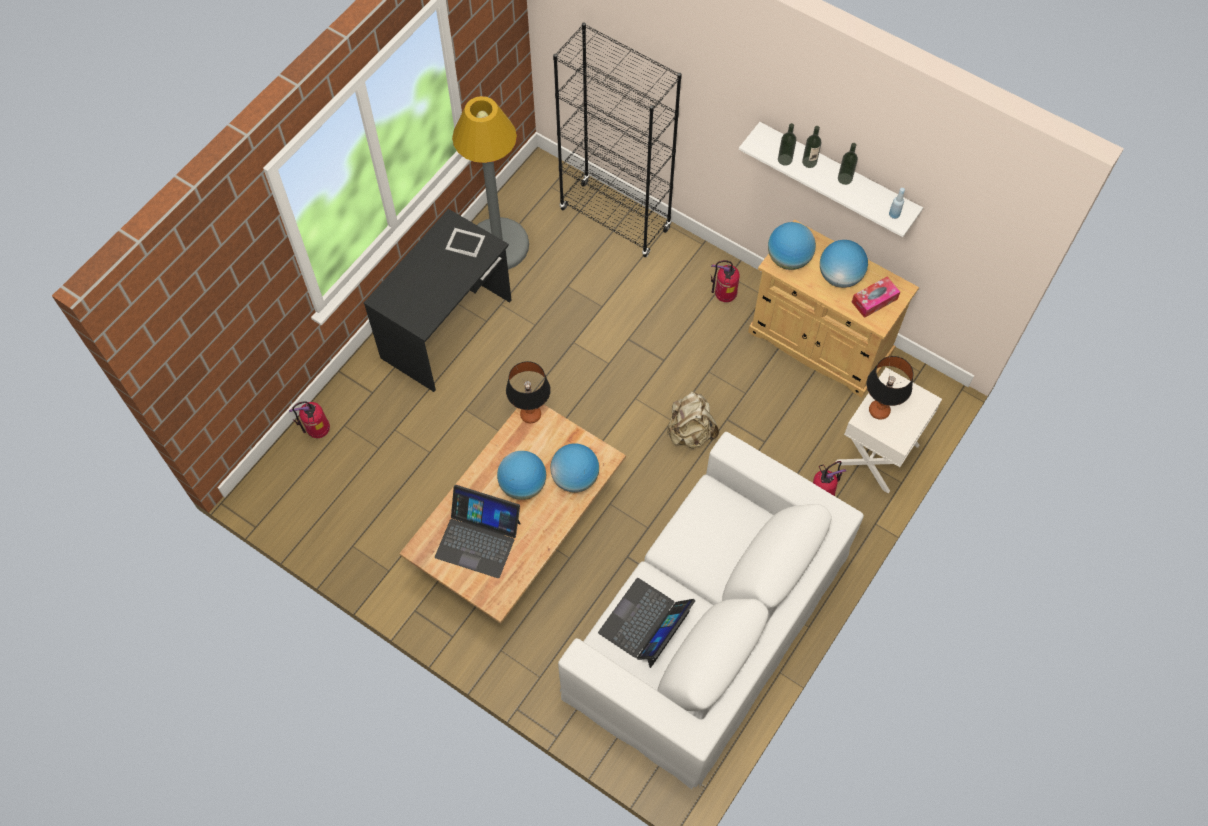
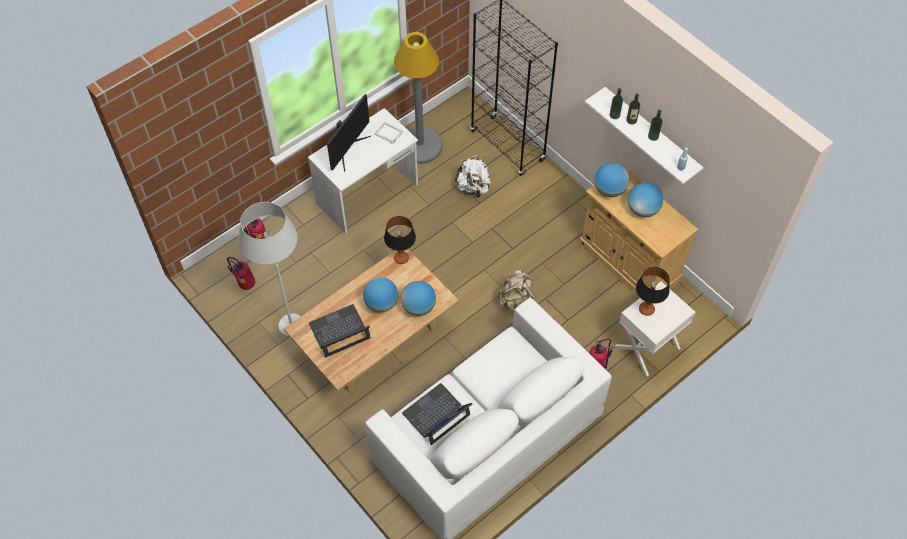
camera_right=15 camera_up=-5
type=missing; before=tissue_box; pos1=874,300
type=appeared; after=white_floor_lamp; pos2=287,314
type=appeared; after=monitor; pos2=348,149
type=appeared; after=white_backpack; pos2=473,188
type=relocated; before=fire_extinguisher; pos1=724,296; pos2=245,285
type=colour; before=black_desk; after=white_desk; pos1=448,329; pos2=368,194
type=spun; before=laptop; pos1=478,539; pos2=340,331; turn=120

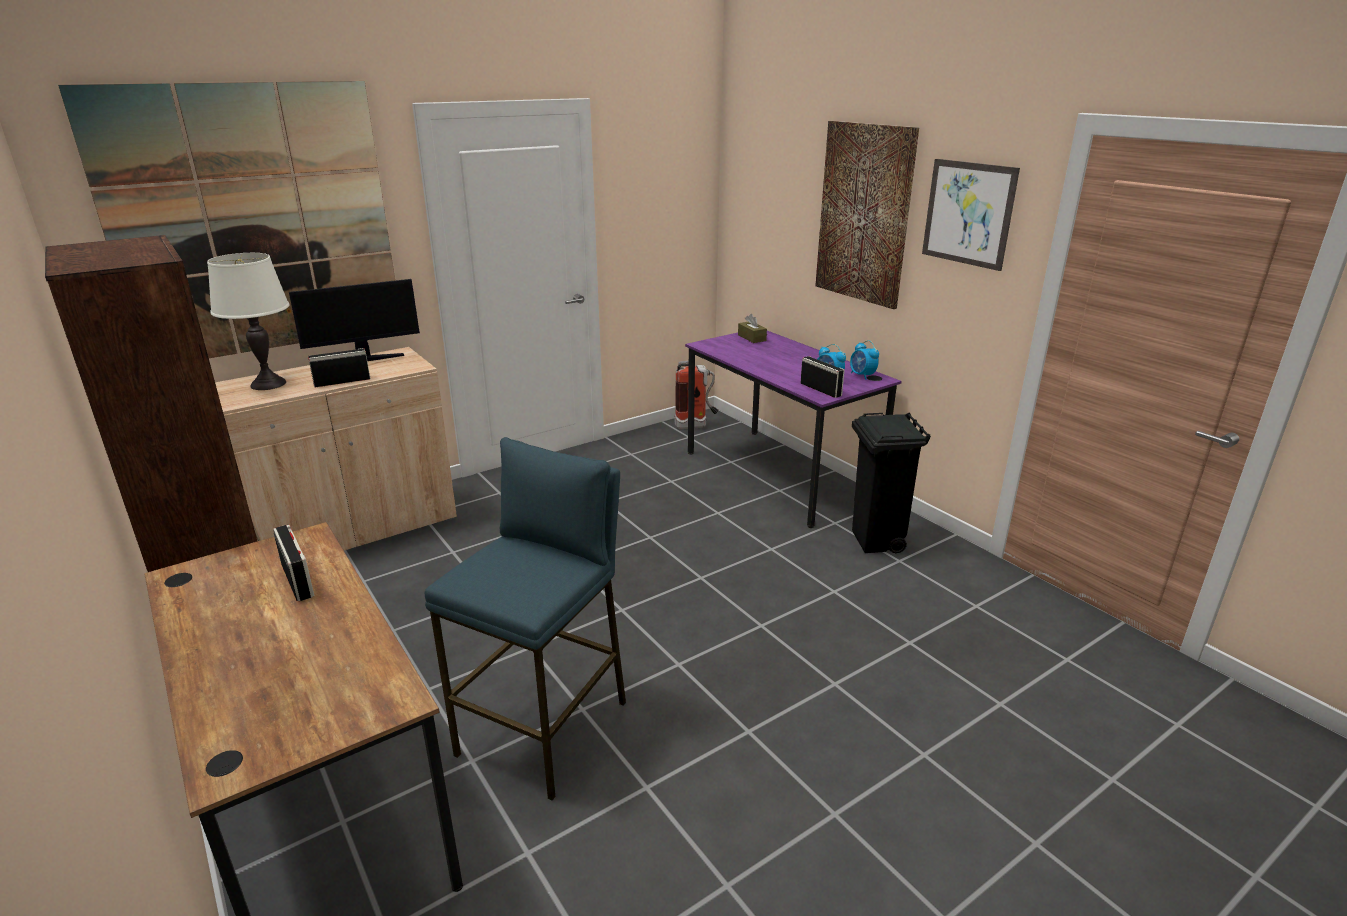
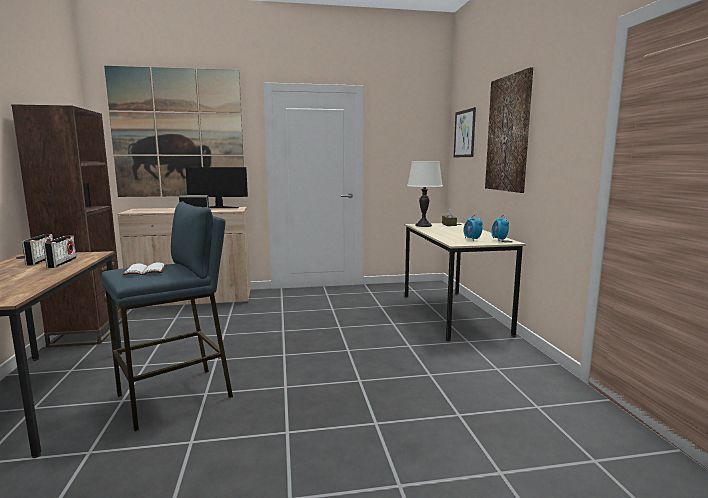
camera_right=25 camera_up=-15
type=missing; before=fire_extinguisher; pos1=696,426
type=missing; before=black_trash_can; pos1=876,542
type=appeared; after=white_book; pos2=146,271
type=relocated; before=white_table_lamp; pos1=268,384; pos2=423,225
type=relocated; before=radio; pos1=820,389; pos2=41,260
type=relocated; before=picture; pos1=968,213; pos2=464,133
type=colour; before=purple_desk; after=beige_desk; pos1=779,475; pos2=453,313

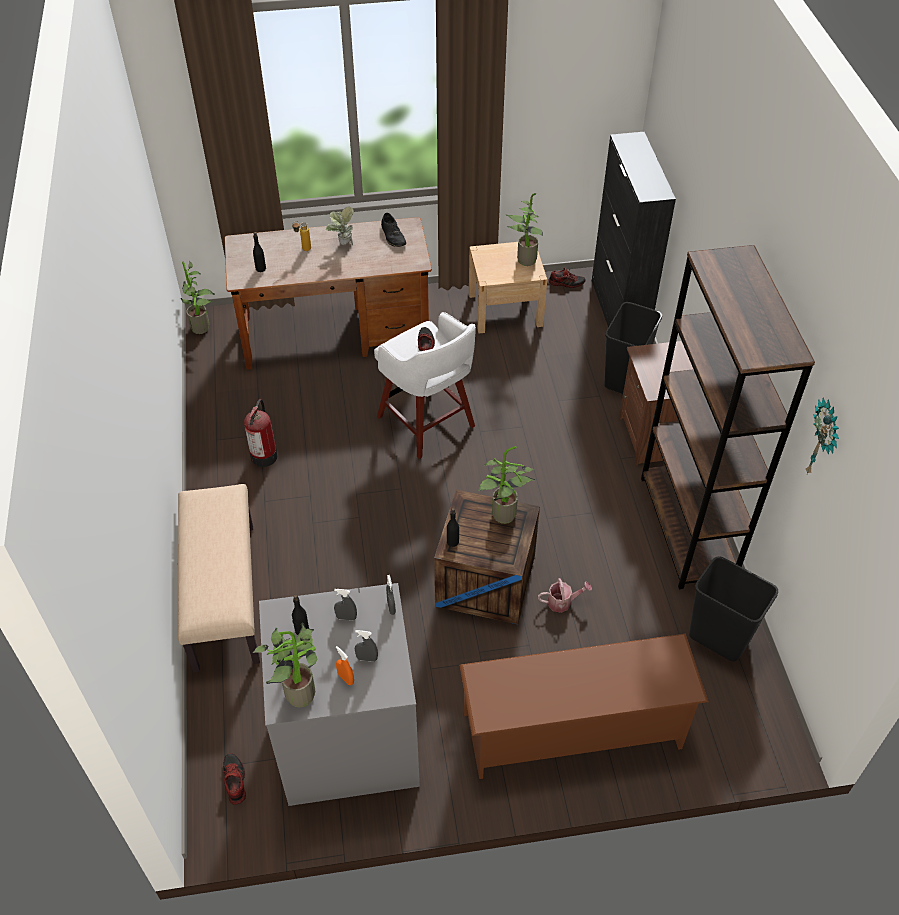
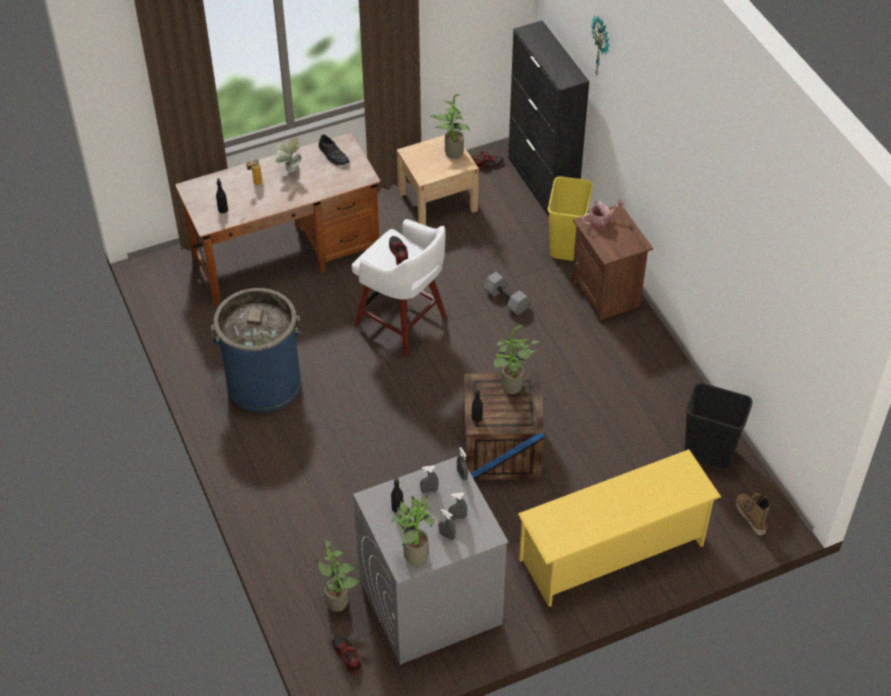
camera_right=-15 camera_up=0
type=missing; before=beige_bench; pos1=223,595
type=missing; before=brown_bookcase; pos1=687,528
type=appeared; after=grey_dumbbell; pos2=507,300
type=appeared; after=boot; pos2=750,517
type=relocated; before=potted_plant; pos1=203,328; pos2=340,601
type=relocated; before=watering_can; pos1=562,602; pos2=601,222
type=relocated; before=wall_clock; pos1=824,441; pos2=601,47
type=exchanged; before=fire_extinguisher; after=blue_trash_can; pos1=264,455; pos2=264,382
type=colour; before=orange_spray_bottle; after=grey_spray_bottle; pos1=346,678; pos2=447,536
type=colour; before=brown_shoe_rack; after=yellow_shoe_rack; pos1=573,731; pos2=612,552
type=colour; before=black_trash_can; after=yellow_trash_can; pos1=625,379; pos2=566,246

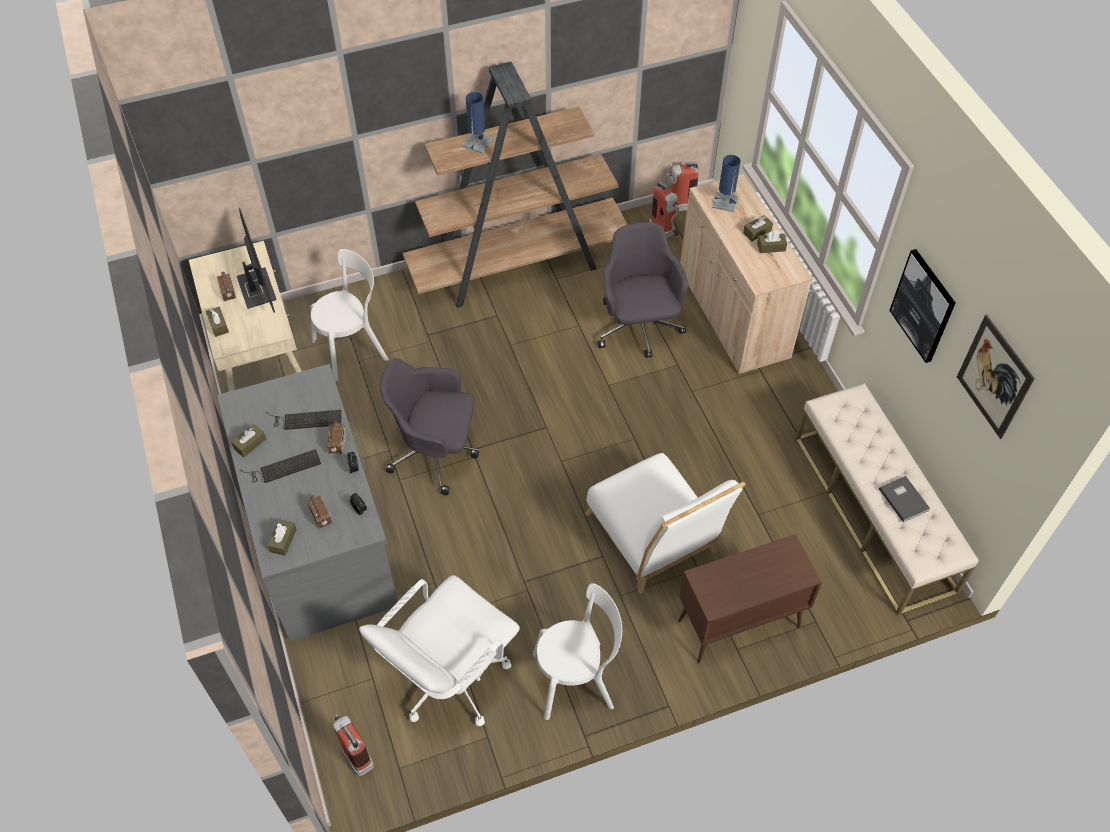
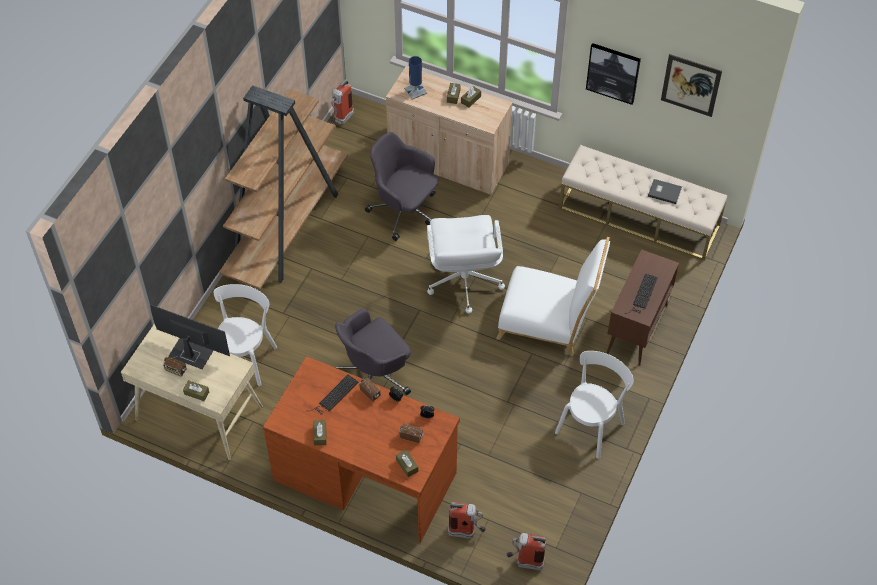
camera_right=-45 camera_up=0
type=missing; before=blue_table_lamp; pos1=477,143
type=relocated; before=keyboard; pos1=283,468; pos2=642,295
type=relocated; before=white_office_chair; pos1=450,678; pos2=463,282
type=relocated; before=fire_extinguisher; pos1=665,234; pos2=466,532
type=colour; before=grey_desk; after=brown_desk; pos1=321,535; pos2=365,475

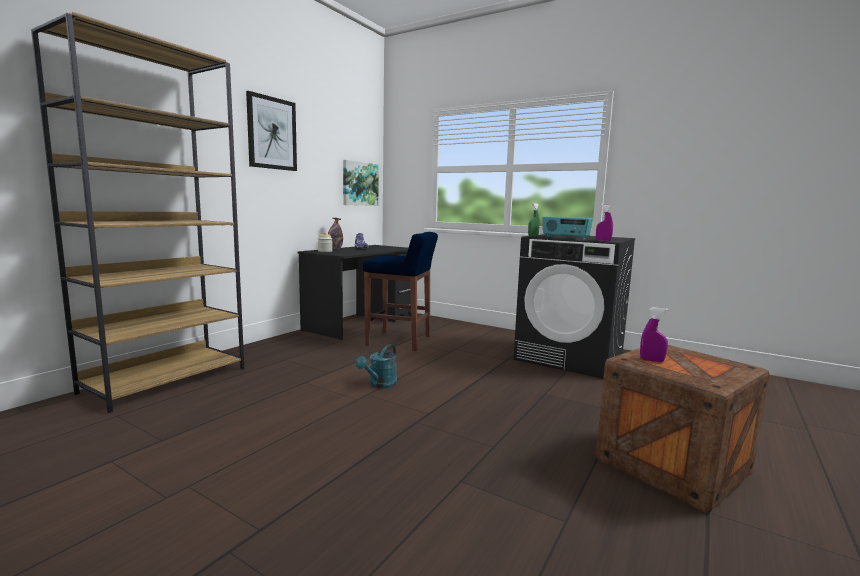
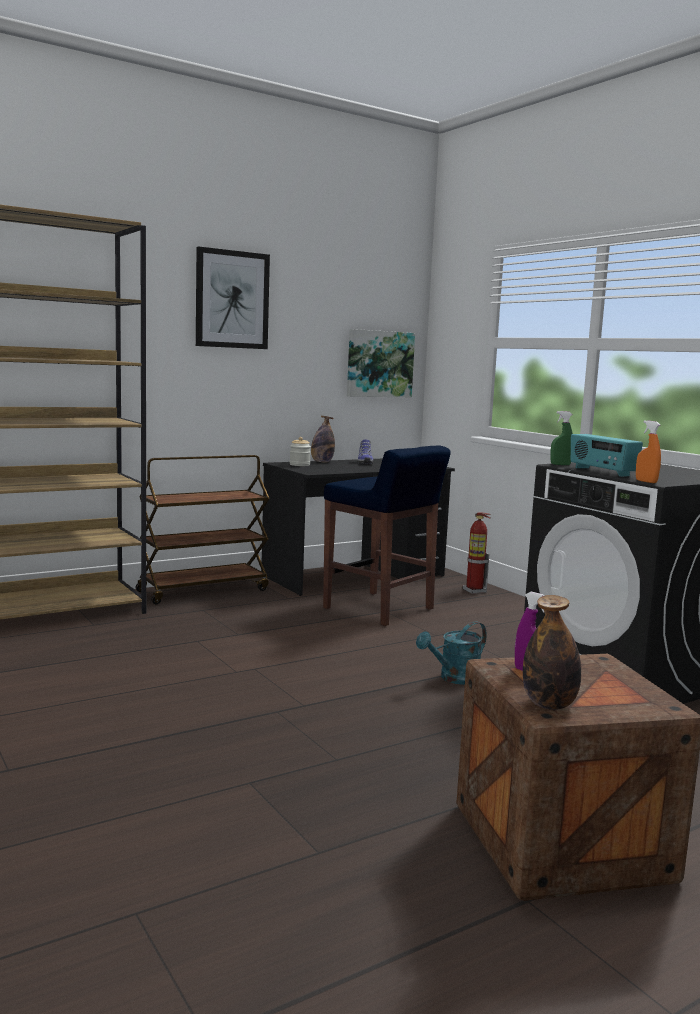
camera_right=25 camera_up=0
type=appeared; after=brown_cart; pos2=203,590
type=appeared; after=fire_extinguisher; pos2=474,591
type=appeared; after=bottle; pos2=549,704
type=relocated; before=turquoise_watering_can; pos1=380,385; pos2=454,678
type=colour; before=purple_spray_bottle; after=orange_spray_bottle; pos1=603,241; pos2=646,481

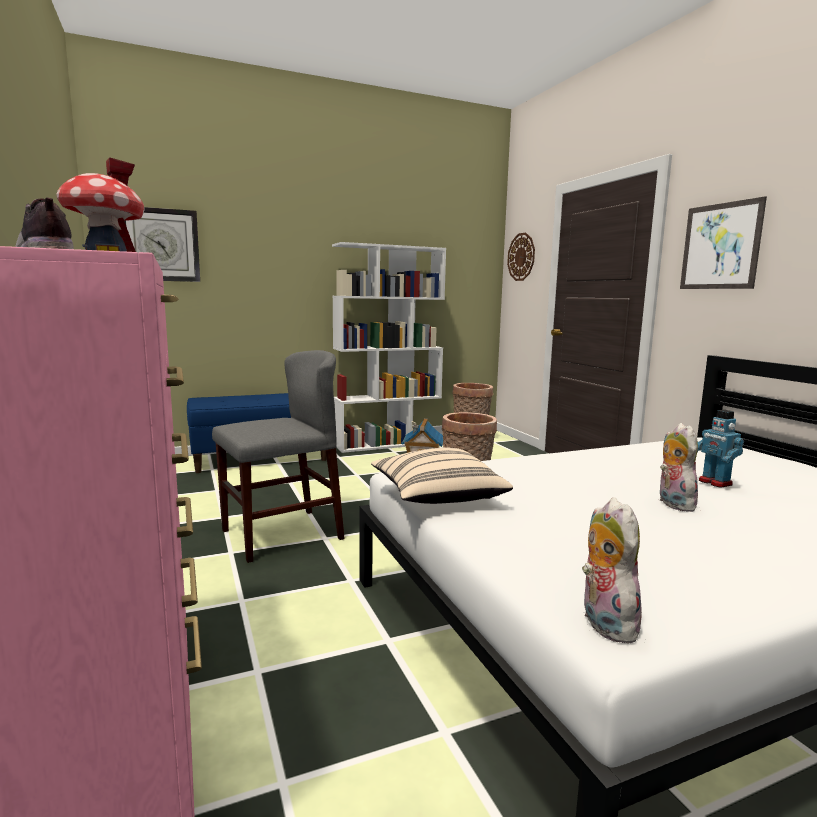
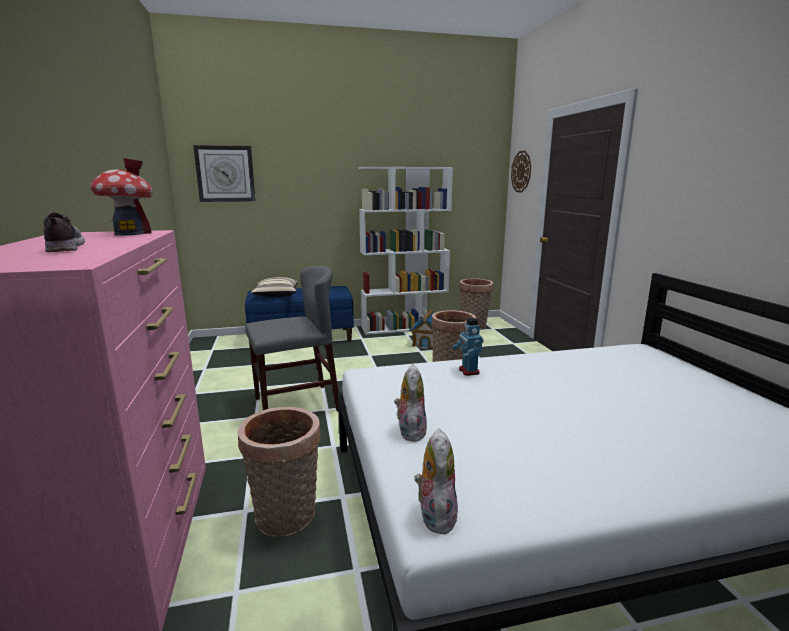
camera_right=10 camera_up=5
type=missing; before=picture; pos1=720,246
type=appeared; after=basket; pos2=286,519
type=relocated; before=beige_pillow; pos1=437,497; pos2=276,296
type=relocated; before=plush_toy; pos1=672,503; pos2=410,431
type=relocated; before=toy_robot; pos1=714,482; pos2=468,371

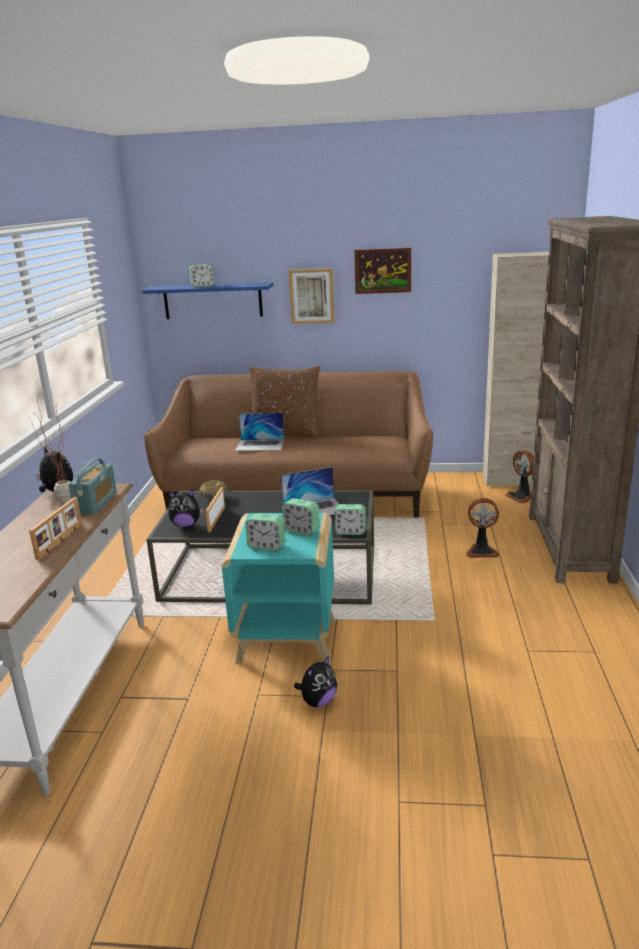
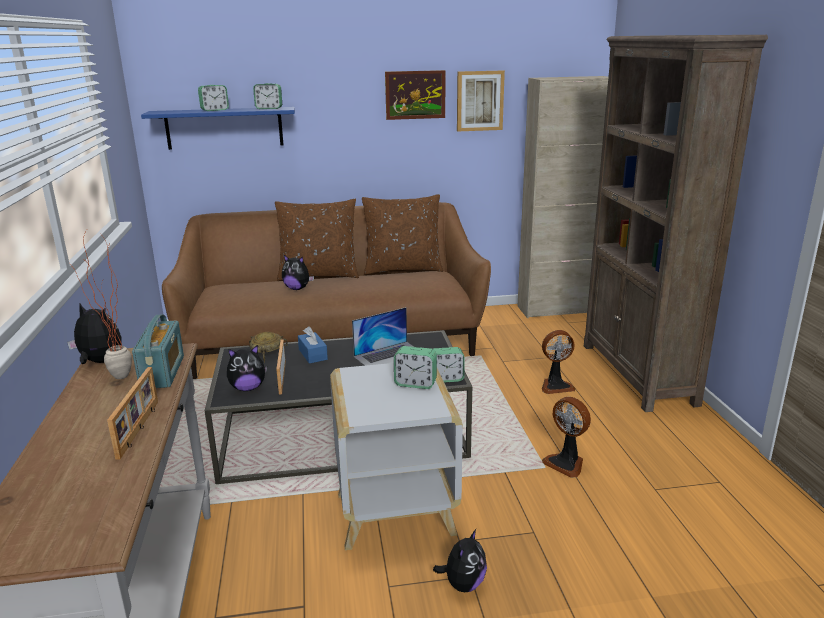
camera_right=-15 camera_up=0
type=appeared; after=blue_tissue_box; pos2=313,354
type=appeared; after=brown_pillow; pos2=403,269
type=relocated; before=alarm_clock; pos1=266,546; pos2=269,108
type=relocated; before=picture; pos1=312,296; pos2=479,101
type=relocated; before=fan; pos1=521,497; pos2=566,463
type=exchanged; before=laptop; after=plush_toy; pos1=260,445; pos2=297,288
type=colour; before=turquoise_side_table; after=white_side_table; pos1=289,641; pos2=397,513

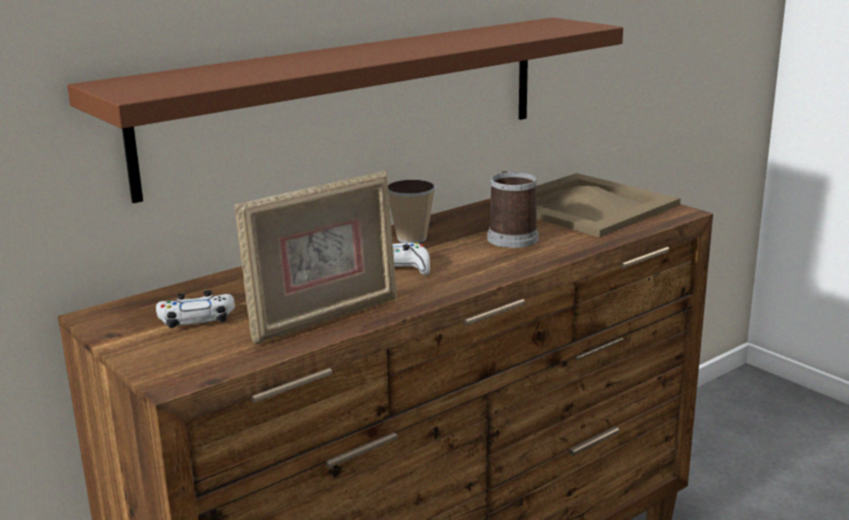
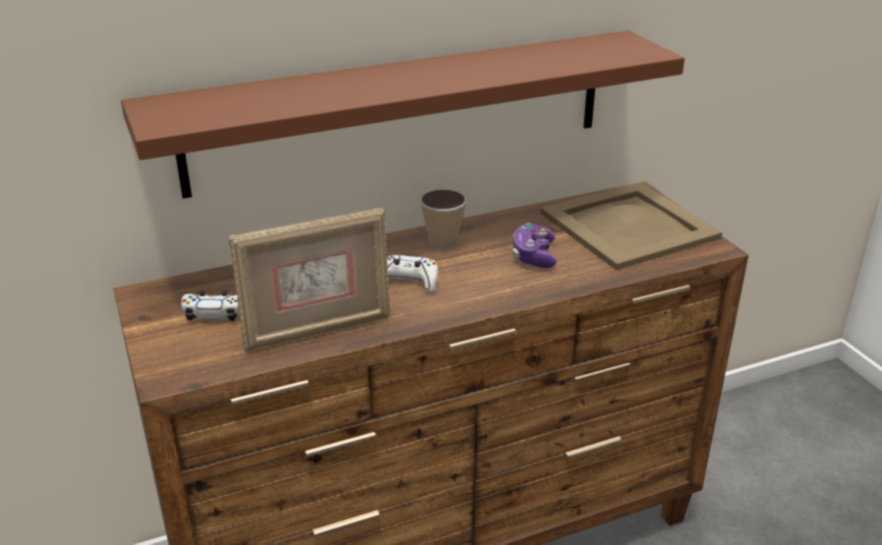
camera_right=15 camera_up=10
type=exchanged; before=mug; after=game_controller; pos1=511,236; pos2=533,256

